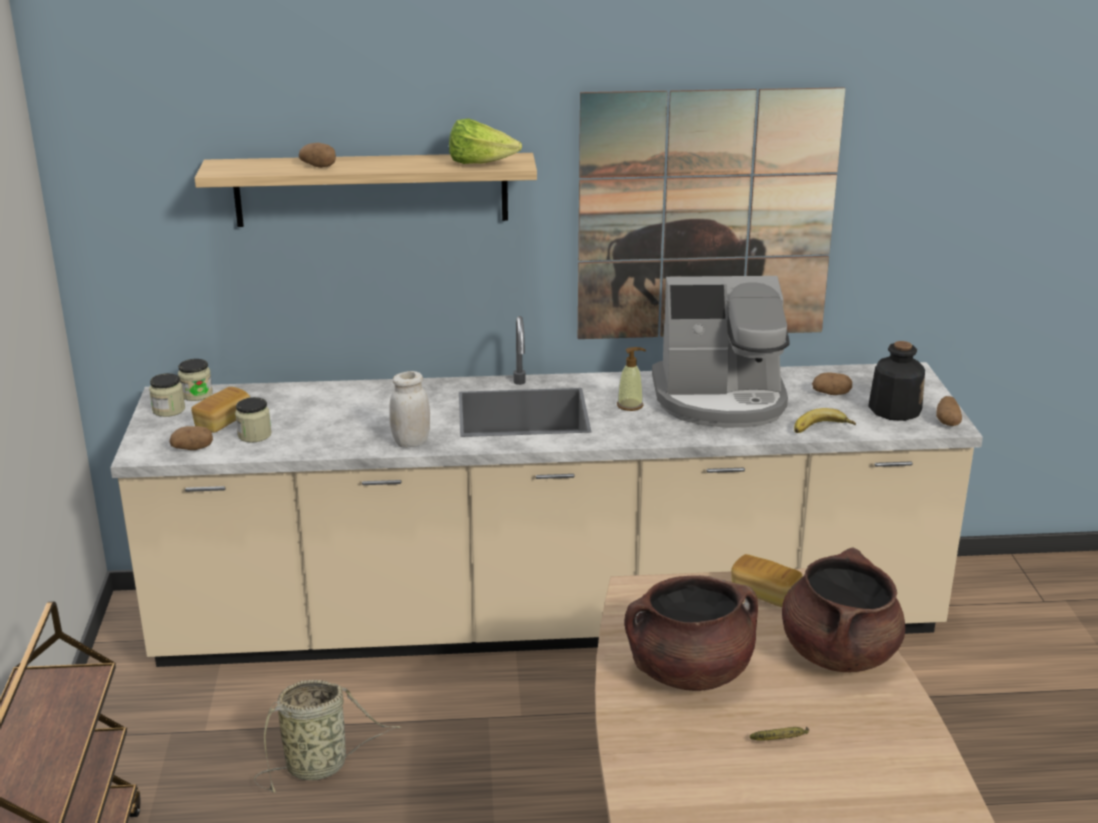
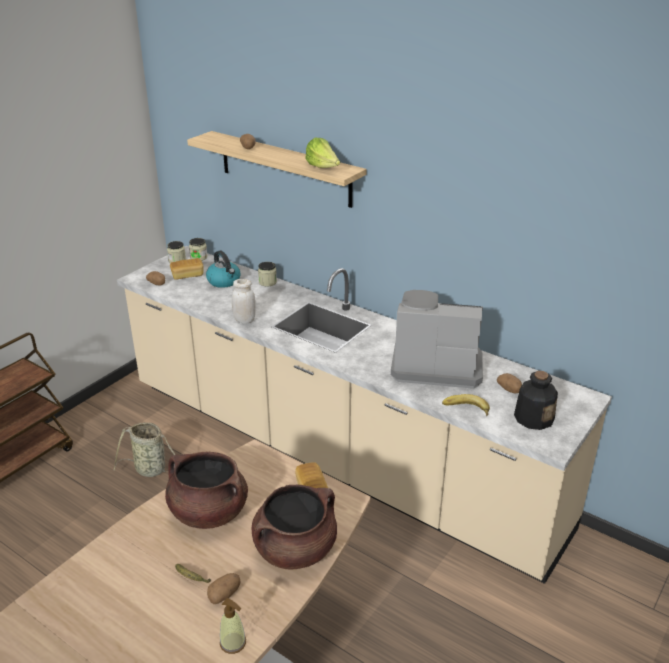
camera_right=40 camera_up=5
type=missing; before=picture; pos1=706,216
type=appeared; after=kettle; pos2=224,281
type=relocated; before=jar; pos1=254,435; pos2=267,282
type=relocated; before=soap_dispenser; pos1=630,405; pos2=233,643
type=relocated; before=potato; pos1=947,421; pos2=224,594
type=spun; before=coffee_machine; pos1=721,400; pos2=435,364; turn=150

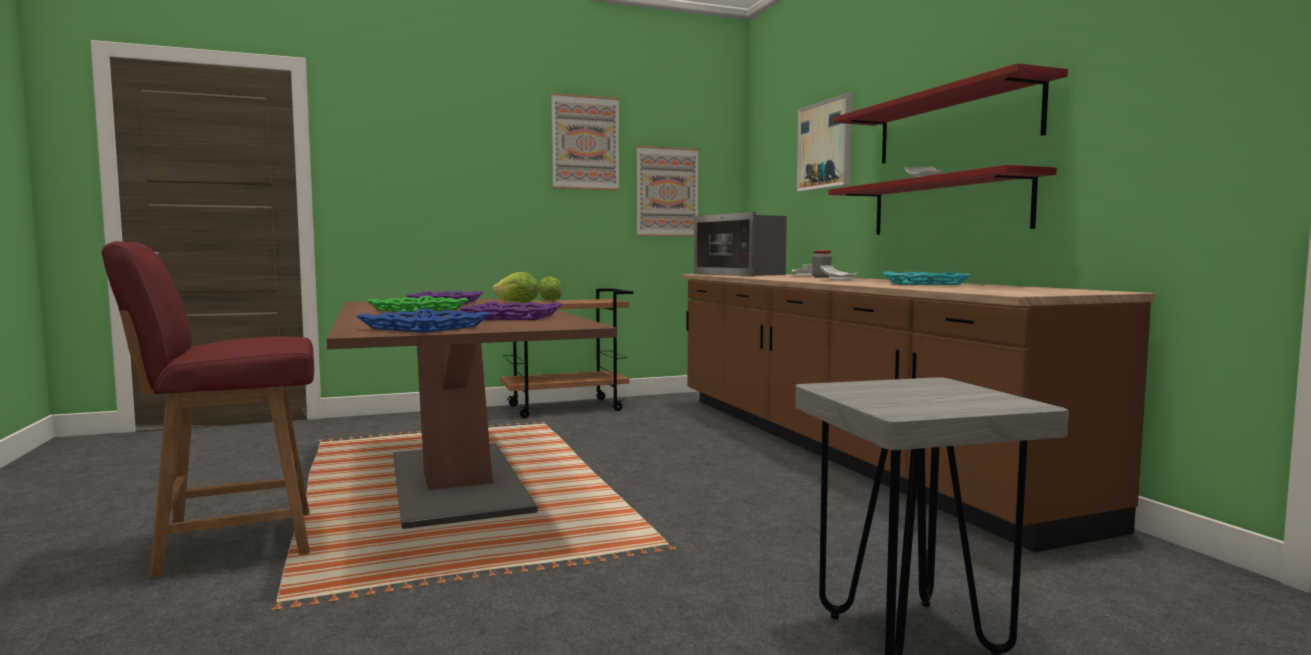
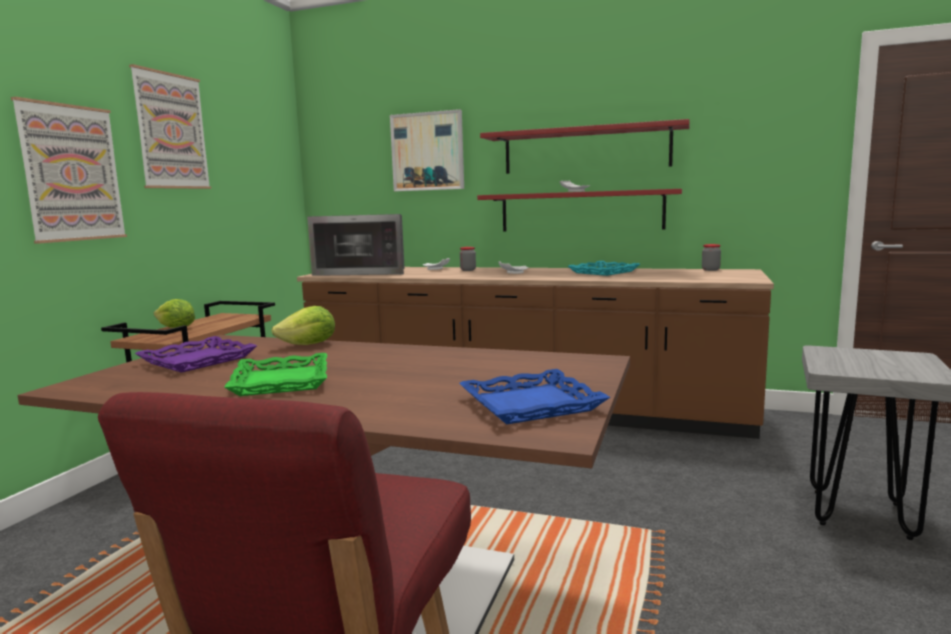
camera_right=-50 camera_up=5
type=missing; before=purple_tray; pos1=512,317
type=appeared; after=jar; pos2=710,270
type=relocated; before=picture; pos1=667,192; pos2=72,173

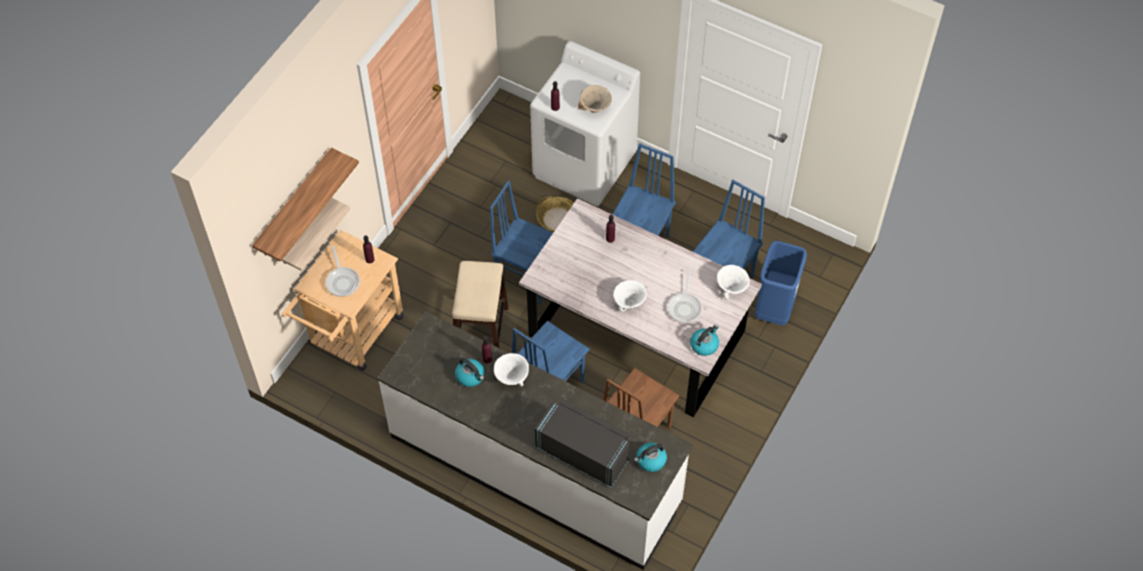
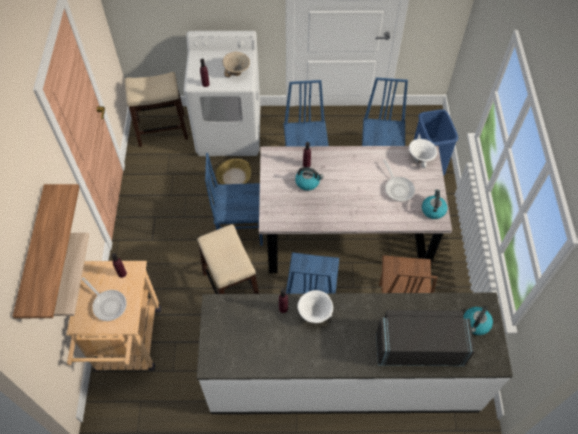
camera_right=-30 camera_up=0
type=missing; before=white_bowl; pos1=629,303
type=appeared; after=stool; pos2=162,130
type=relocated; before=kettle; pos1=470,376; pos2=308,182

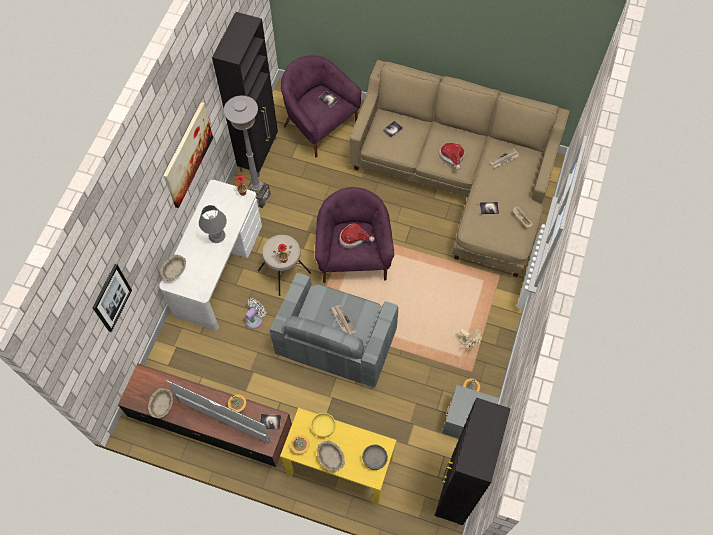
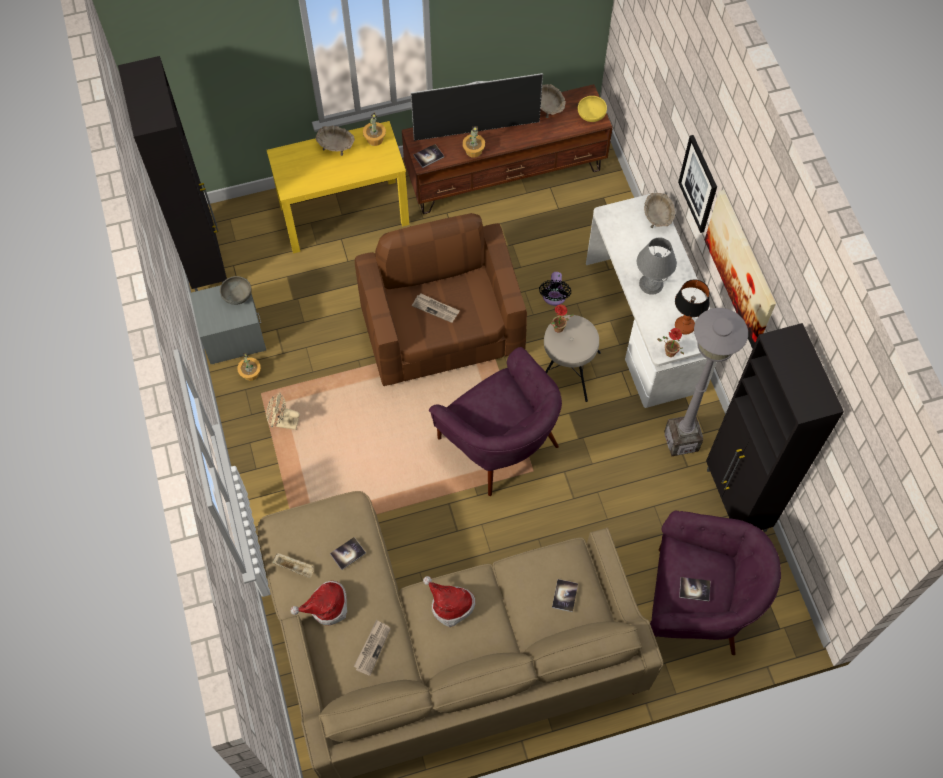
camera_right=145 camera_up=0
type=appeared; after=table_lamp; pos2=685,326
type=relocated; before=picture; pos1=111,298; pos2=698,184
type=relocated; before=yellow_bowl; pos1=323,427; pos2=591,114
type=relocated; before=hat; pos1=354,238; pos2=326,606
type=relocated; before=grey_bowl; pos1=374,459; pos2=237,295
type=colour; before=white_fan; after=black_fan; pos1=255,319; pos2=554,298
type=colour; before=grey_armchair; after=brown_armchair; pos1=336,341; pos2=443,330

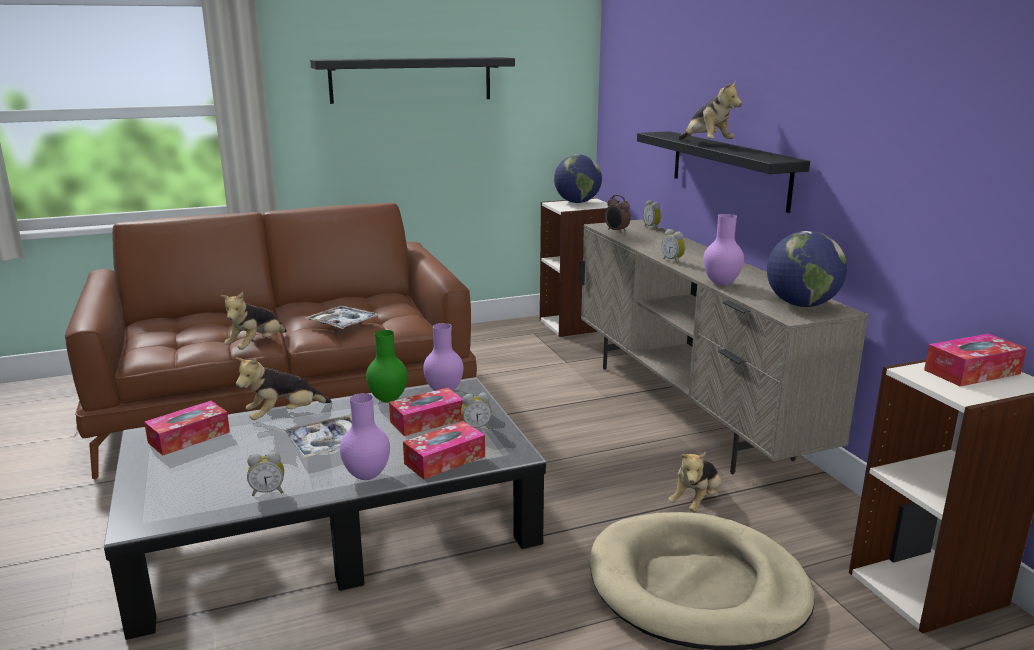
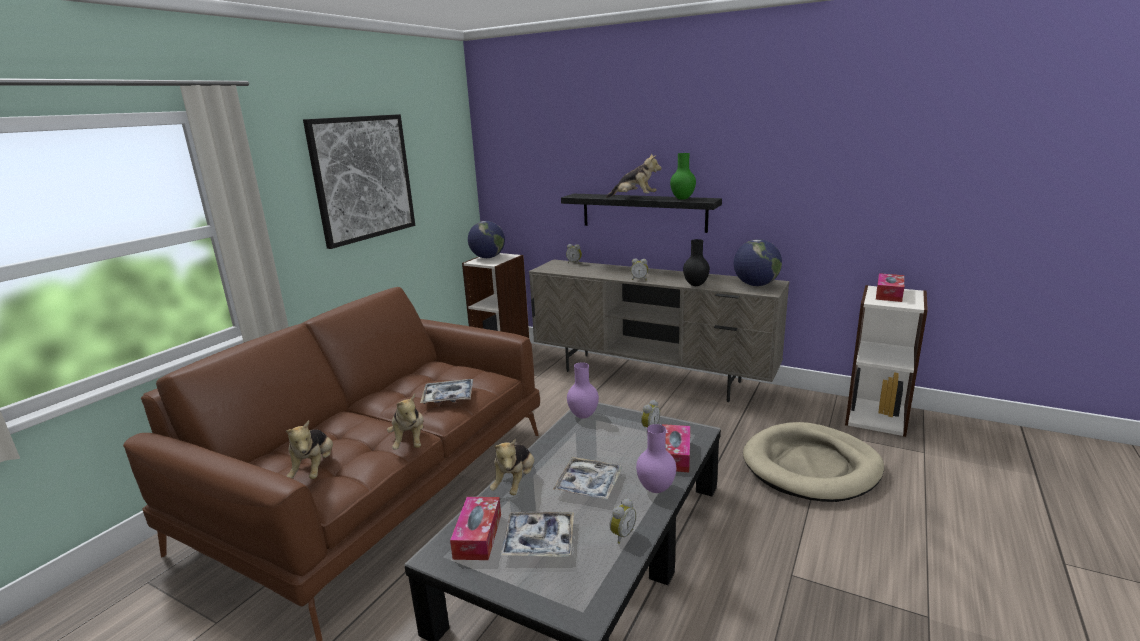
camera_right=-40 camera_up=0
type=missing; before=tissue_box; pos1=427,421
type=missing; before=alarm_clock; pos1=616,231
type=appeared; after=tray; pos2=539,541
type=relocated; before=green_vase; pos1=388,400; pos2=683,199
type=relocated; before=plush_toy; pos1=696,502; pos2=314,469
type=exchanged; before=black_shelf; after=picture; pos1=411,79; pos2=363,178
type=colour; before=purple_vase; after=black_vase; pos1=722,283; pos2=696,285

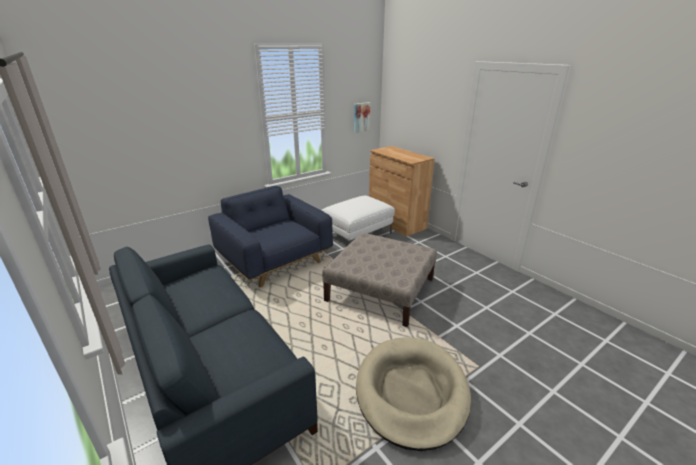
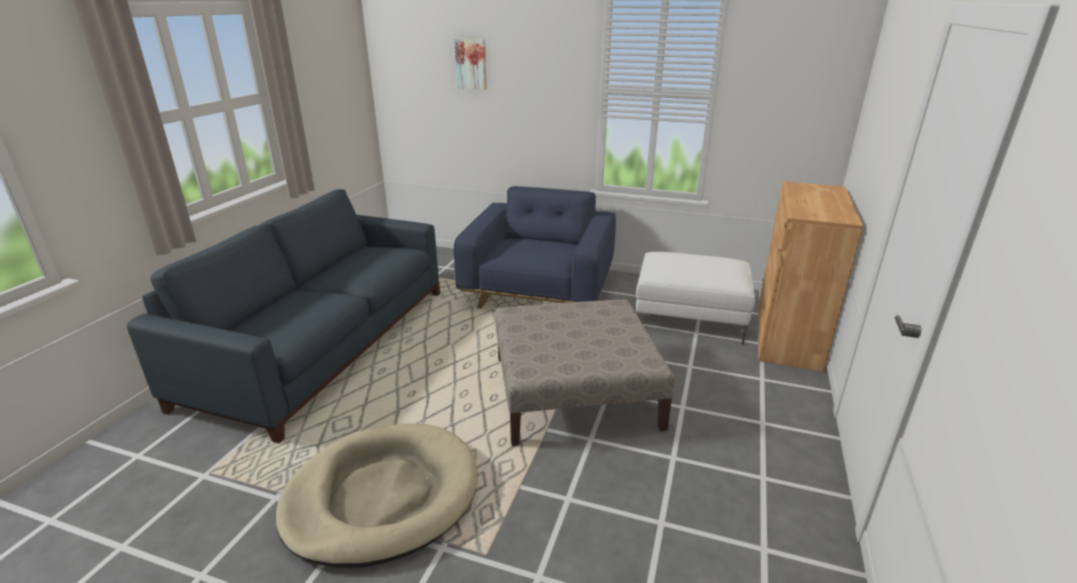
camera_right=55 camera_up=0
type=relocated; before=picture; pos1=361,117; pos2=471,64

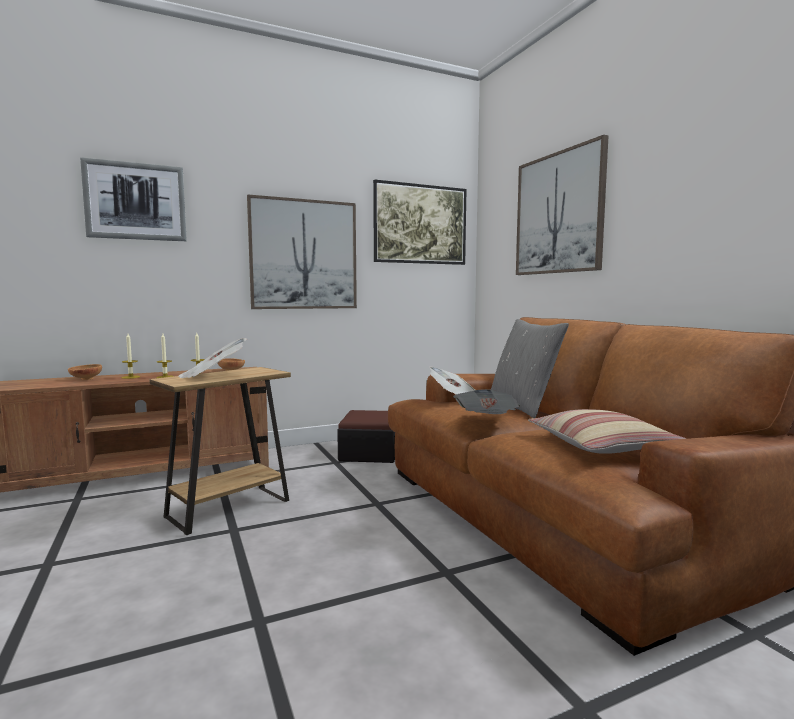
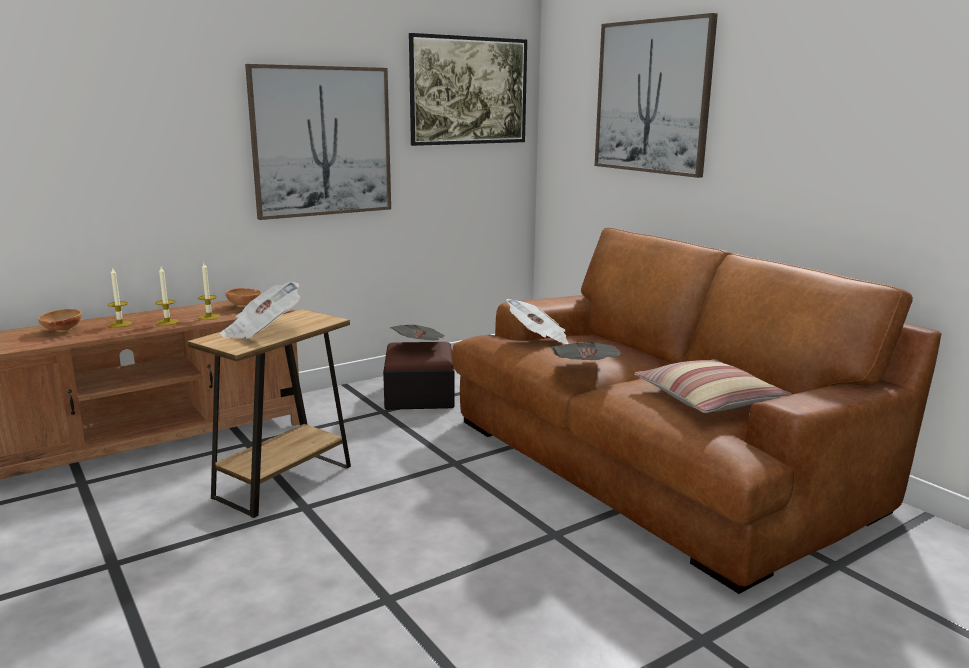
camera_right=-10 camera_up=10
type=missing; before=picture; pos1=136,201
type=missing; before=grey_pillow; pos1=522,407
type=appeared; after=newspaper; pos2=419,347

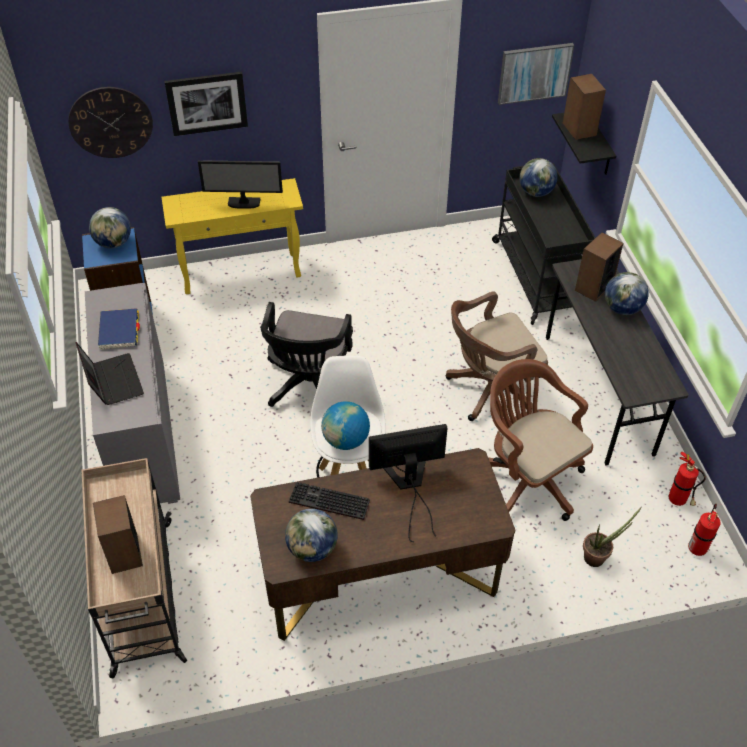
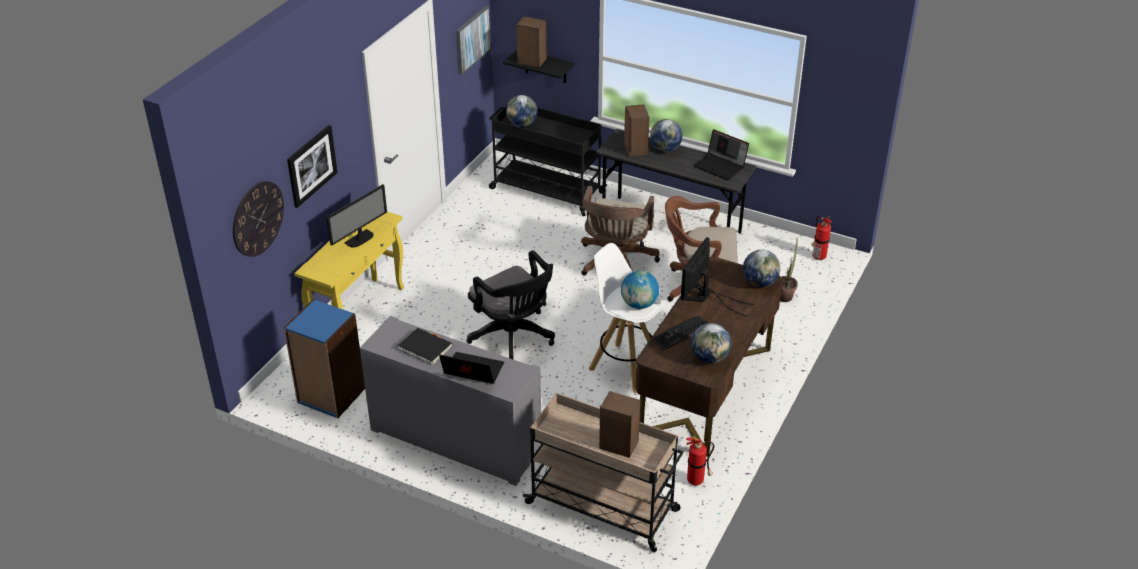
camera_right=-50 camera_up=-10
type=appeared; after=laptop; pos2=721,166
type=relocated; before=globe; pos1=114,243; pos2=759,283
type=relocated; before=fire_extinguisher; pos1=678,501; pos2=697,481
type=colour; before=blue_book; after=black_book; pos1=119,331; pos2=425,348

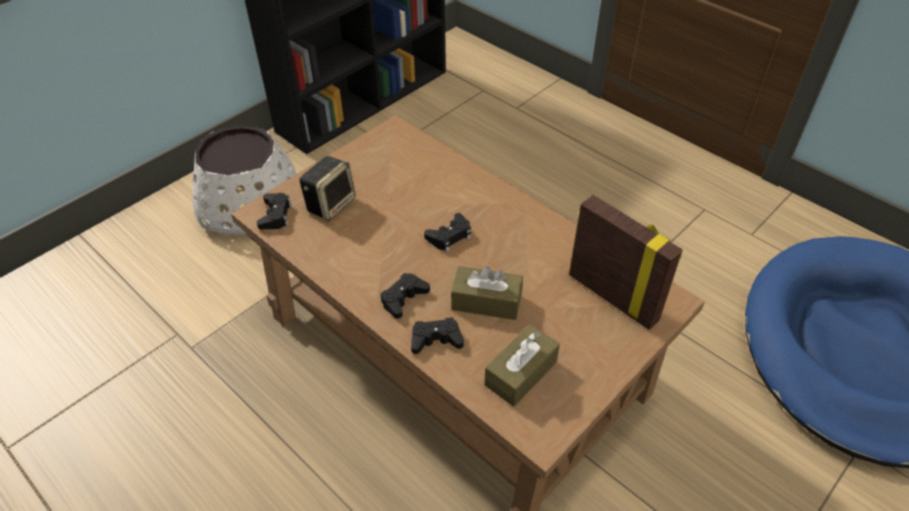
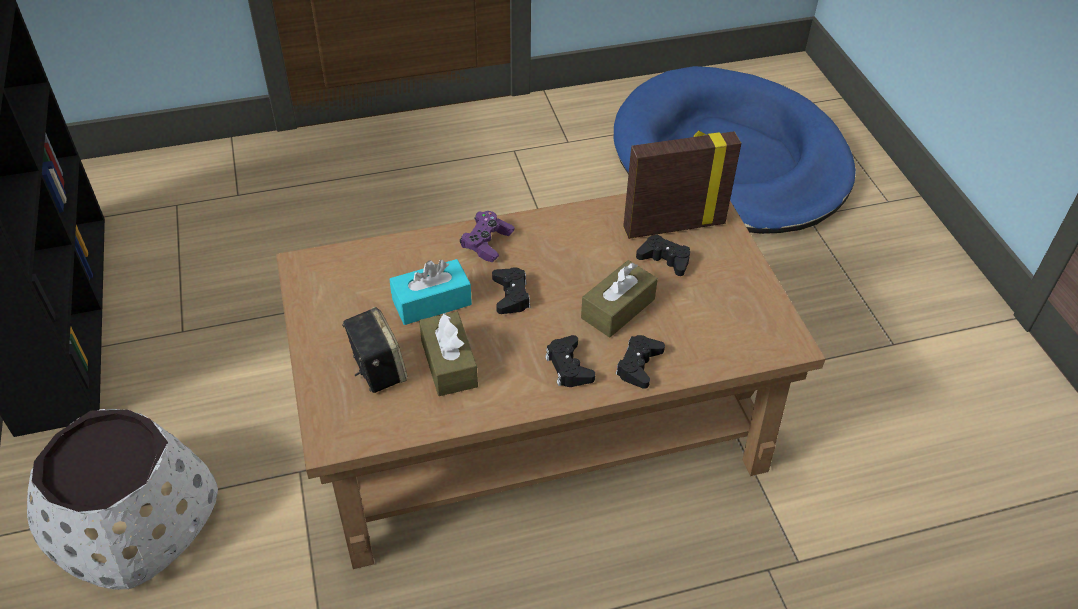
camera_right=-60 camera_up=0
type=appeared; after=turquoise_tissue_box; pos2=431,302
type=appeared; after=purple_game_controller; pos2=487,243
type=relocated; before=black_game_controller; pos1=275,215; pos2=664,260
type=relocated; before=brown_tissue_box; pos1=521,373; pos2=449,363

